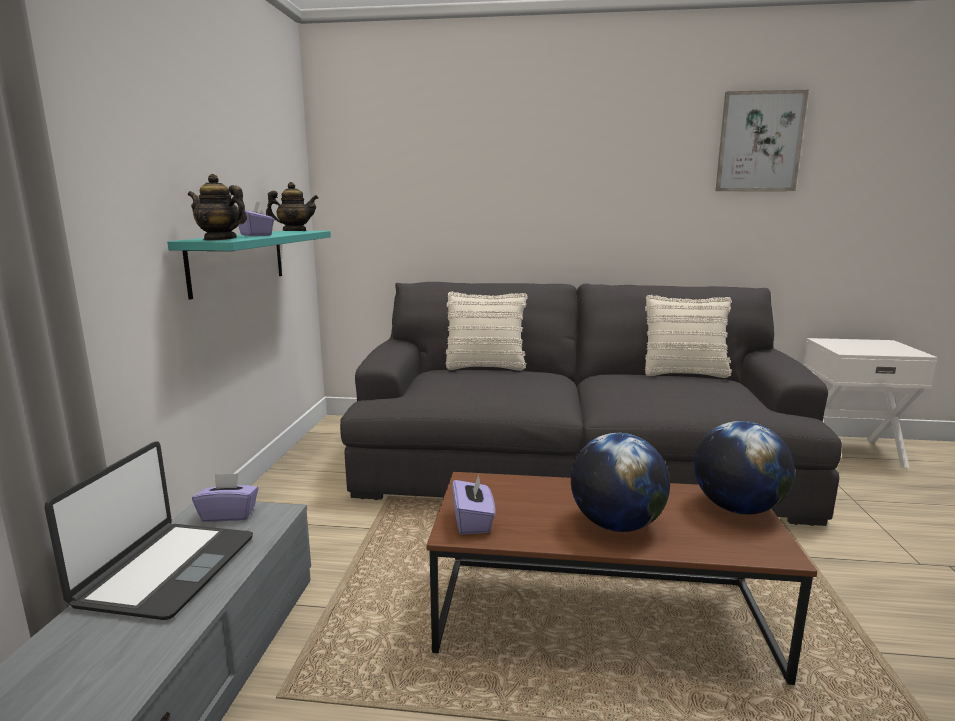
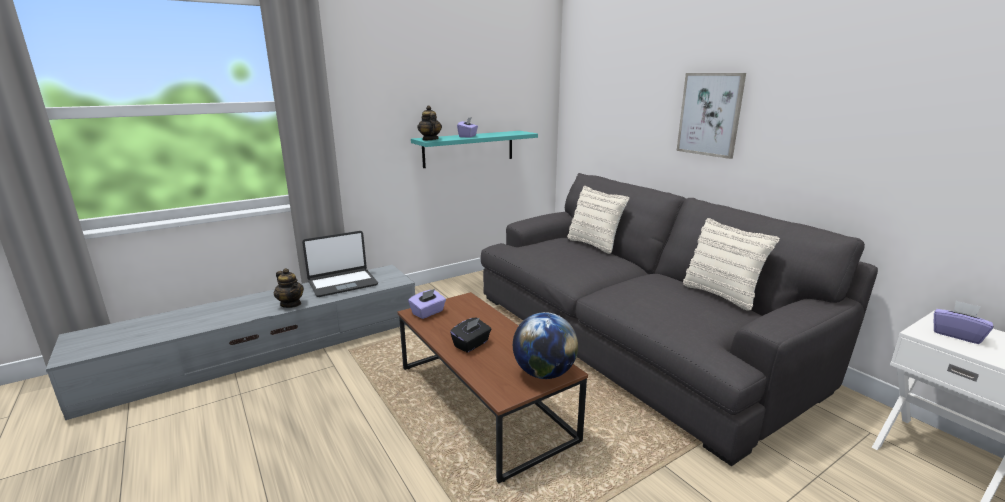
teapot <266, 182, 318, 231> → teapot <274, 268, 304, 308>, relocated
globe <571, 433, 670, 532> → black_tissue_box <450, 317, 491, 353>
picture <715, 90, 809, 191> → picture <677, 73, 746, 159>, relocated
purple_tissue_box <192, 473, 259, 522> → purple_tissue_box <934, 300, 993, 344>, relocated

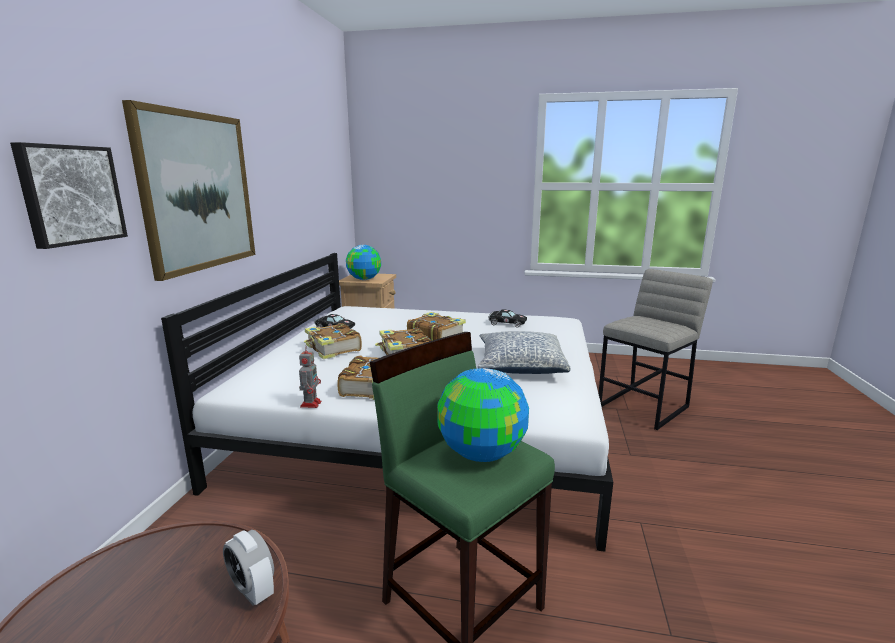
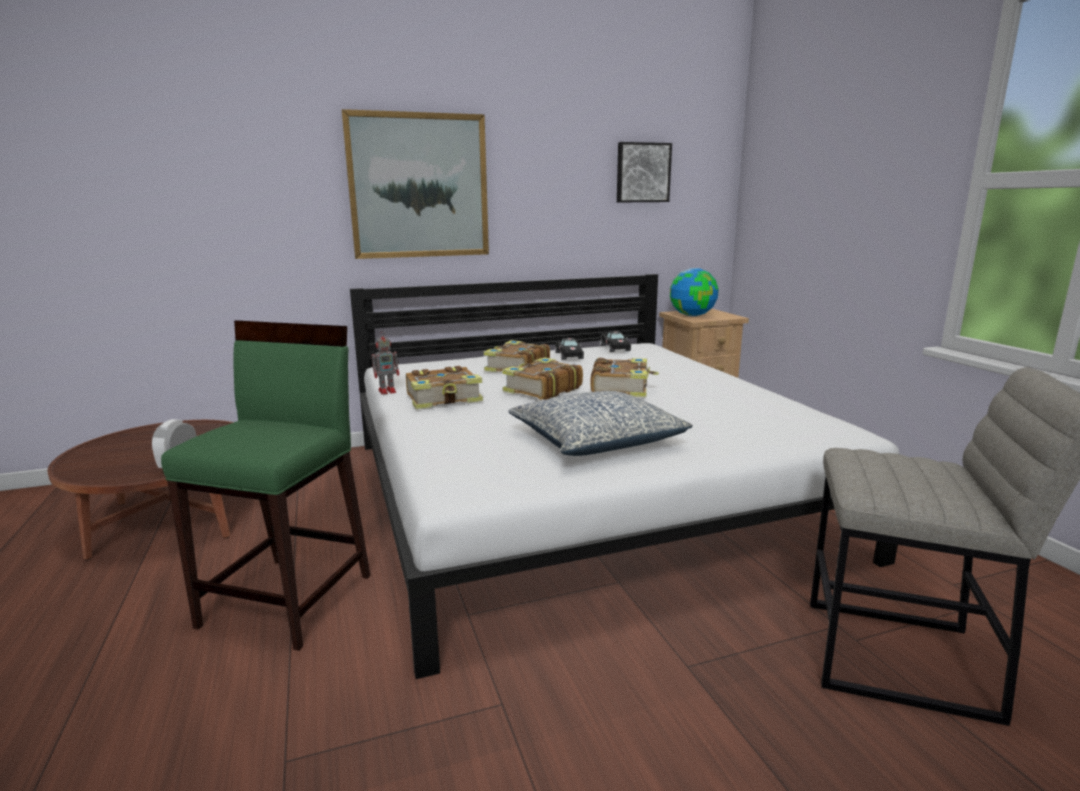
black_toy_car <489, 309, 527, 328> → black_toy_car <600, 331, 631, 352>, relocated
picture <10, 142, 128, 249> → picture <617, 142, 672, 202>, relocated
globe <437, 368, 529, 462> → -

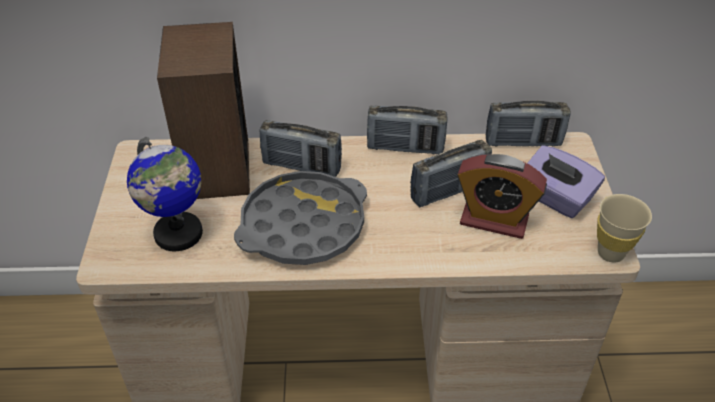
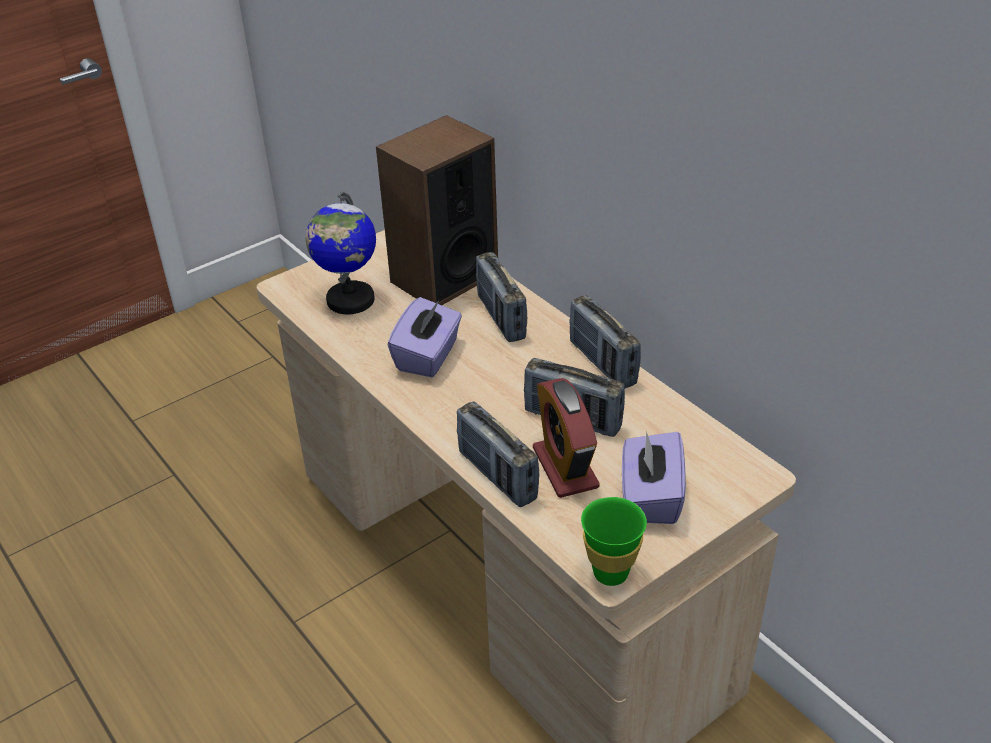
grey_tray <234, 171, 367, 265> → purple_tissue_box <388, 297, 462, 377>
radio <486, 101, 571, 147> → radio <457, 402, 539, 507>, relocated
beige_cup <597, 194, 652, 263> → green_cup <581, 497, 647, 586>

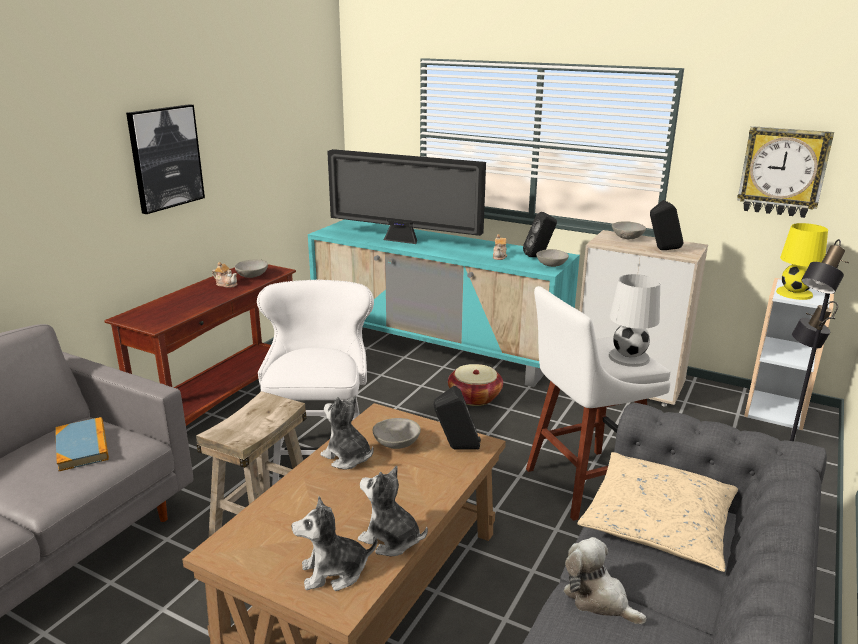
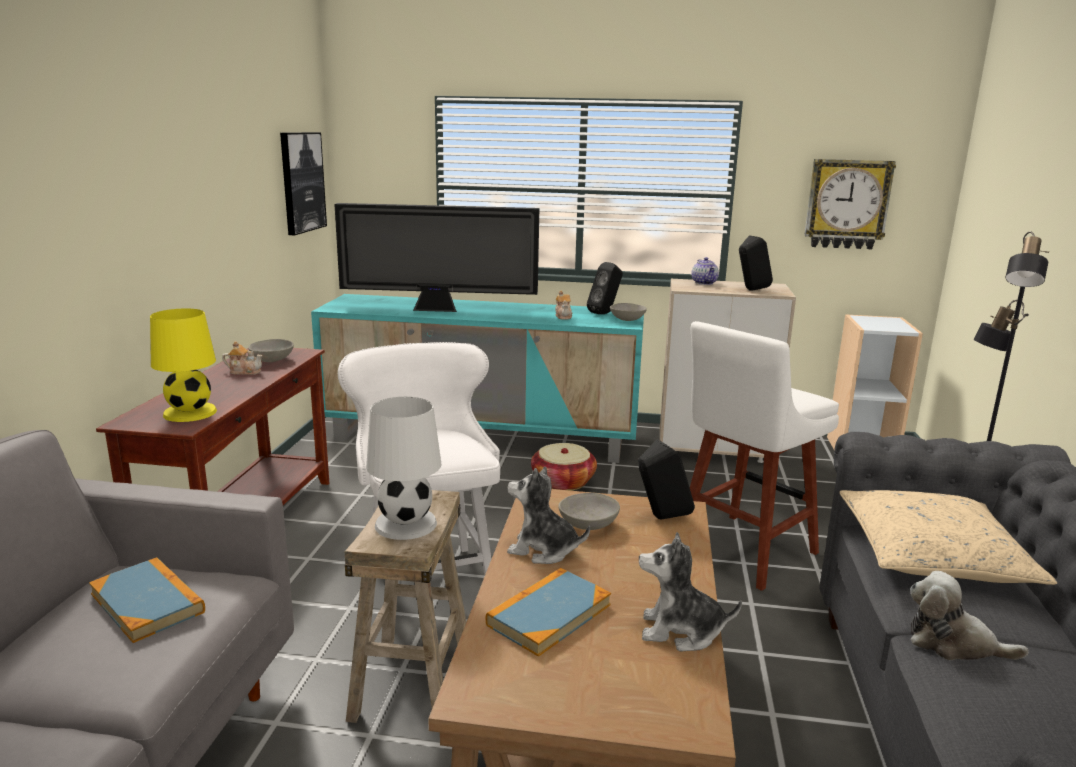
yellow_table_lamp <776, 223, 828, 300> → yellow_table_lamp <150, 308, 217, 422>, relocated
picture <126, 104, 205, 214> → picture <280, 132, 327, 235>, relocated
white_table_lamp <609, 274, 660, 367> → white_table_lamp <366, 397, 441, 540>, relocated
- → book <486, 568, 611, 657>
grey_bowl <612, 221, 646, 239> → teapot <692, 257, 719, 285>
plush_toy <291, 496, 378, 591> → -

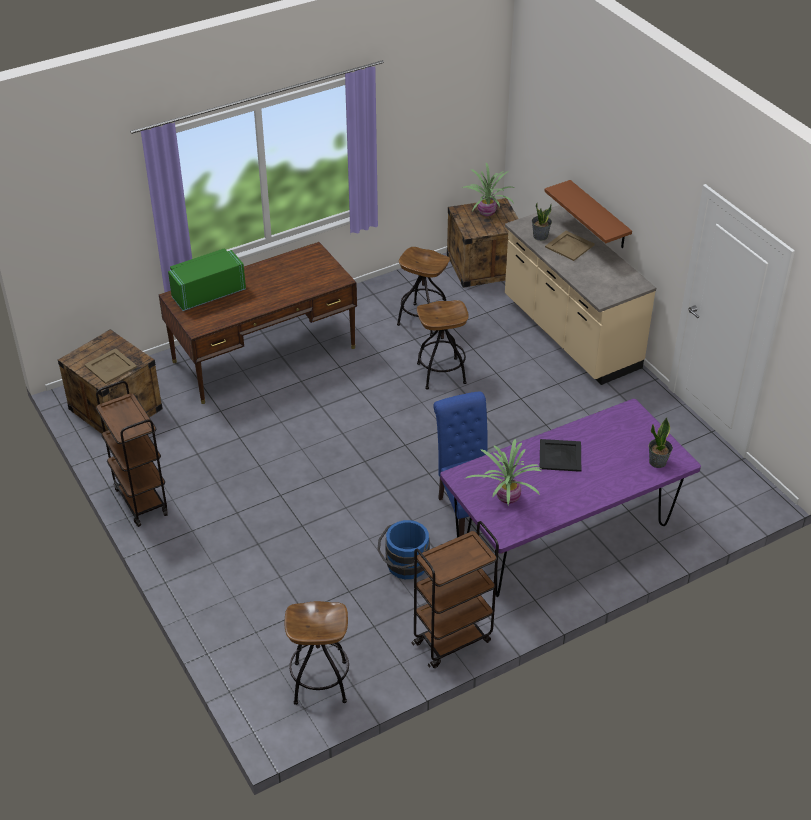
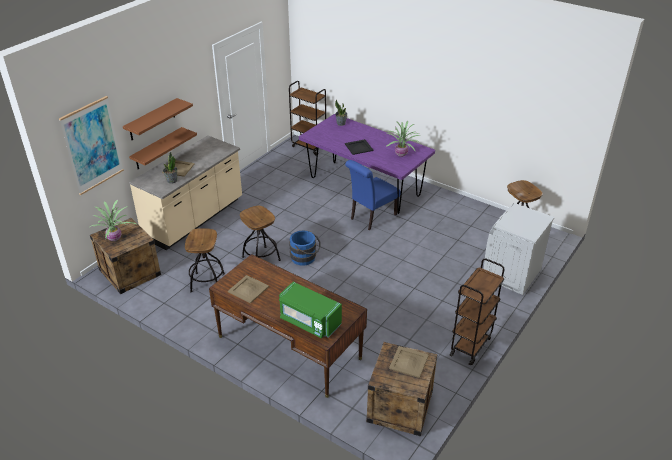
- → picture <59, 96, 124, 195>
- → brown_shelf <123, 98, 193, 140>
- → beige_tray <228, 275, 269, 303>
brown_cart <412, 521, 499, 668> → brown_cart <289, 81, 326, 156>, relocated
blue_bucket <377, 520, 430, 579> → blue_bucket <289, 231, 321, 266>, relocated
- → white_washing_machine <484, 203, 555, 295>

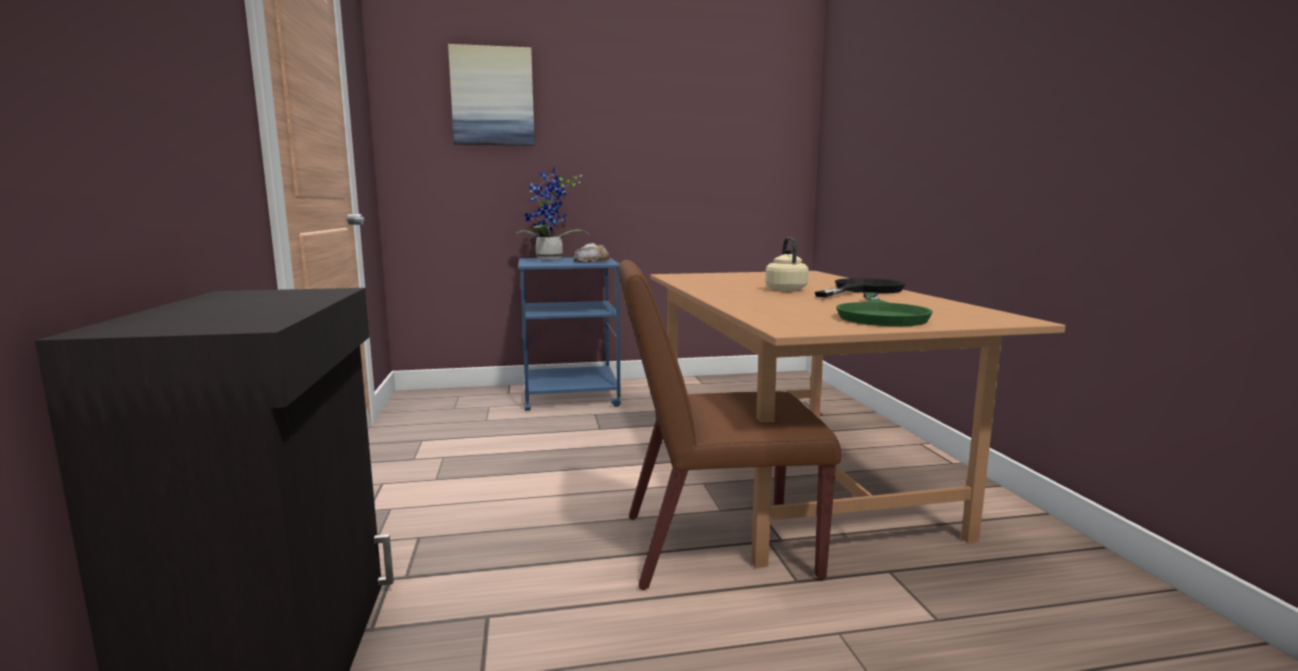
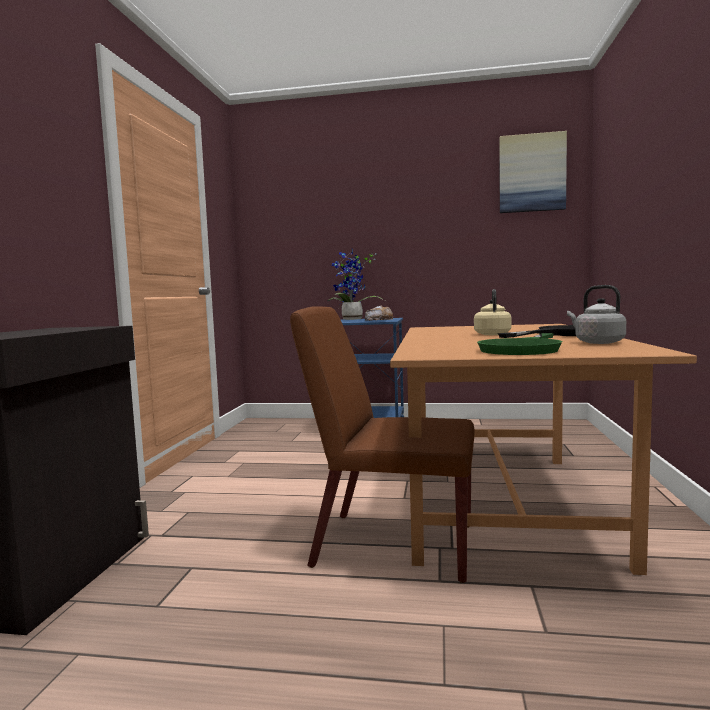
picture <448, 44, 535, 146> → picture <499, 131, 567, 213>, relocated
- → grey_kettle <567, 285, 626, 344>

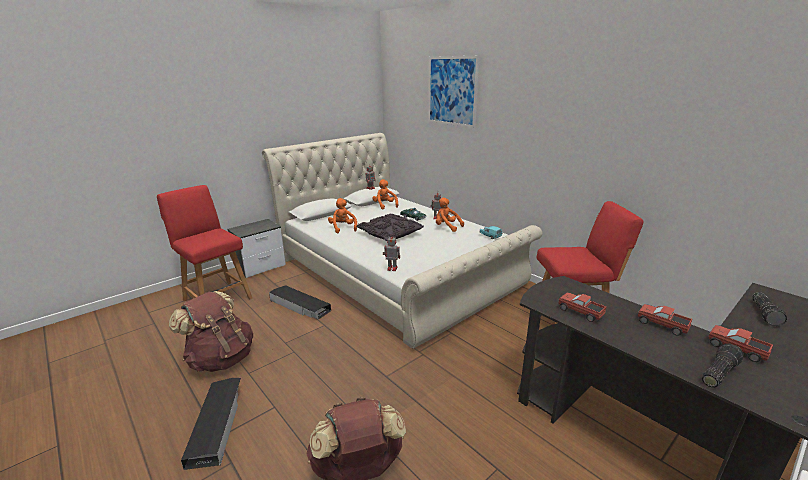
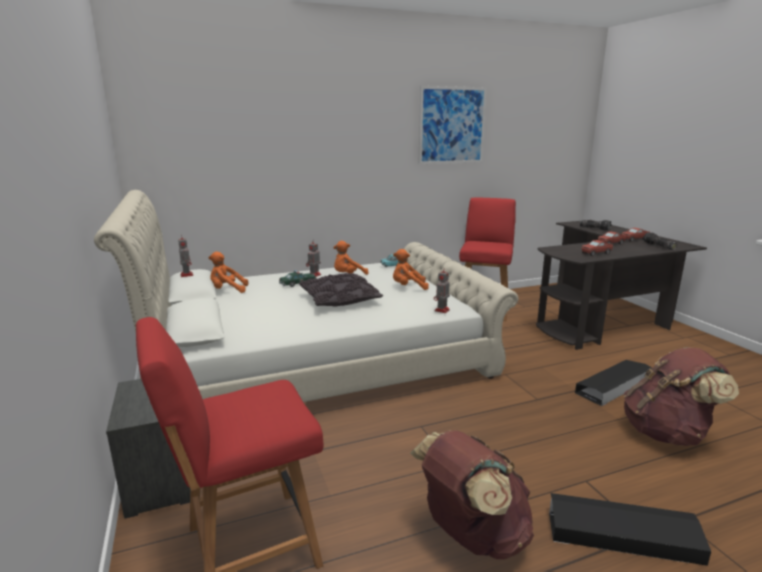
orange_plush_toy <328, 198, 357, 233> → orange_plush_toy <393, 249, 429, 290>, relocated
picture <428, 56, 479, 128> → picture <418, 86, 487, 164>, relocated
black_storage_box <269, 285, 331, 319> → black_storage_box <575, 360, 652, 406>, relocated

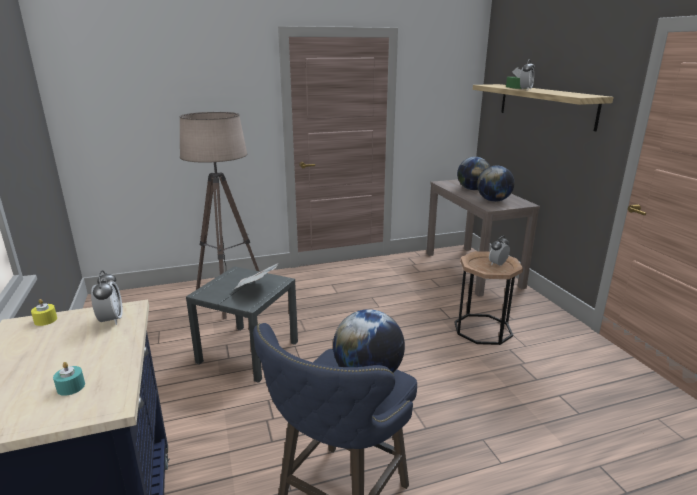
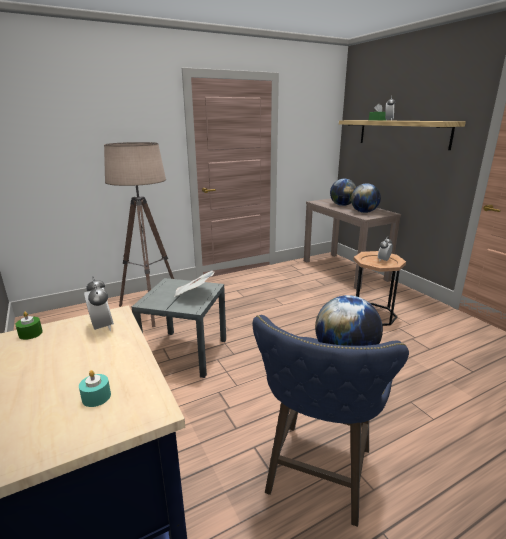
yellow_candle <31, 299, 57, 326> → green_candle <15, 312, 43, 340>

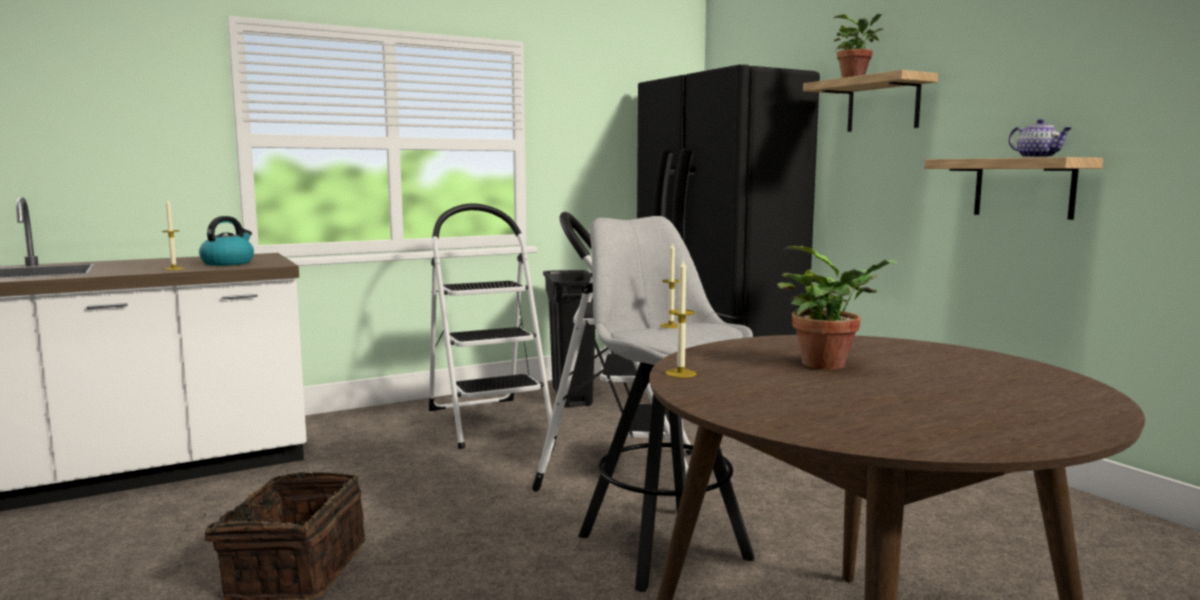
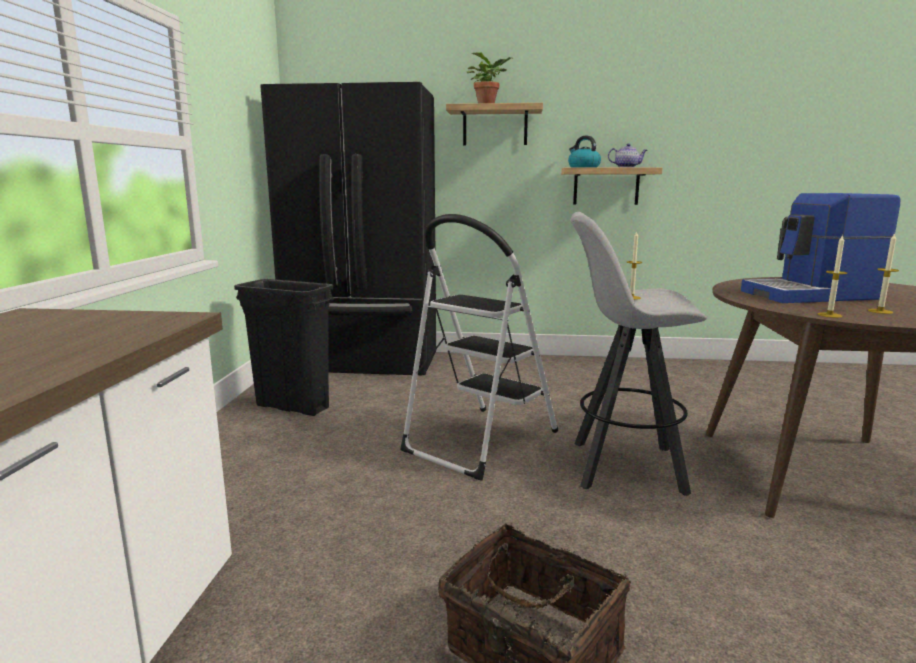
kettle <199, 216, 254, 266> → kettle <568, 136, 601, 168>, relocated
potted_plant <777, 246, 898, 370> → coffee_machine <741, 193, 900, 303>
candle <162, 200, 185, 270> → candle <868, 233, 899, 314>, relocated
step_ladder <429, 203, 552, 449> → -

